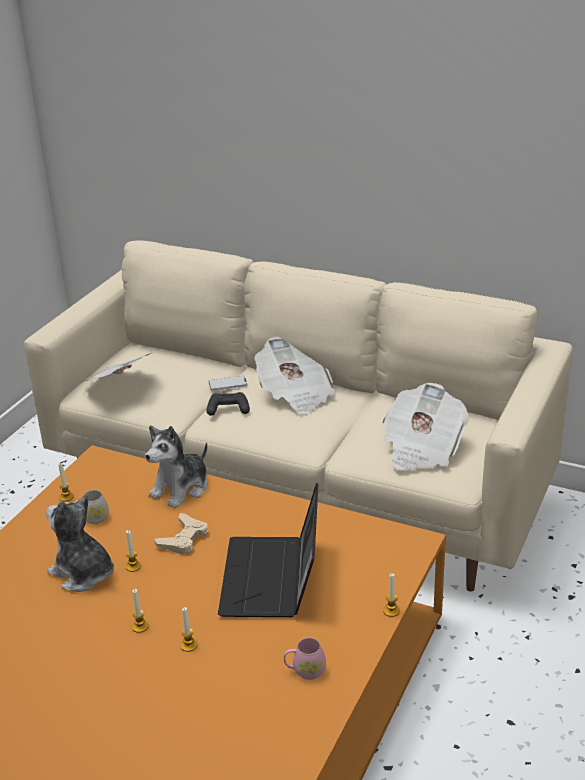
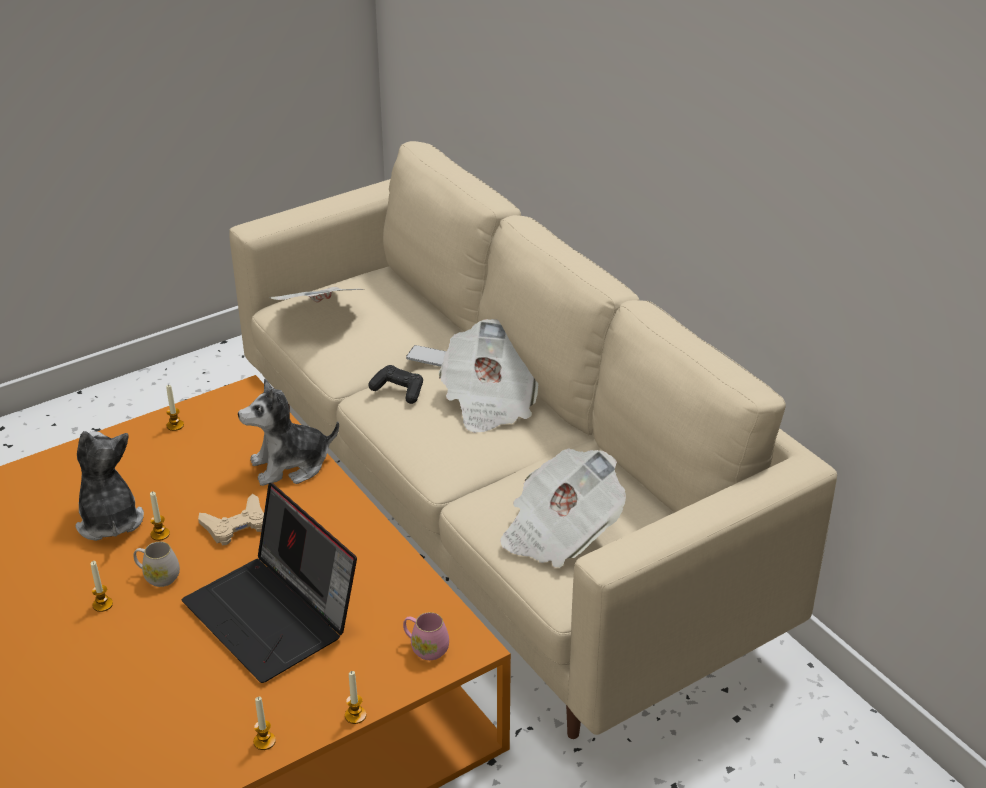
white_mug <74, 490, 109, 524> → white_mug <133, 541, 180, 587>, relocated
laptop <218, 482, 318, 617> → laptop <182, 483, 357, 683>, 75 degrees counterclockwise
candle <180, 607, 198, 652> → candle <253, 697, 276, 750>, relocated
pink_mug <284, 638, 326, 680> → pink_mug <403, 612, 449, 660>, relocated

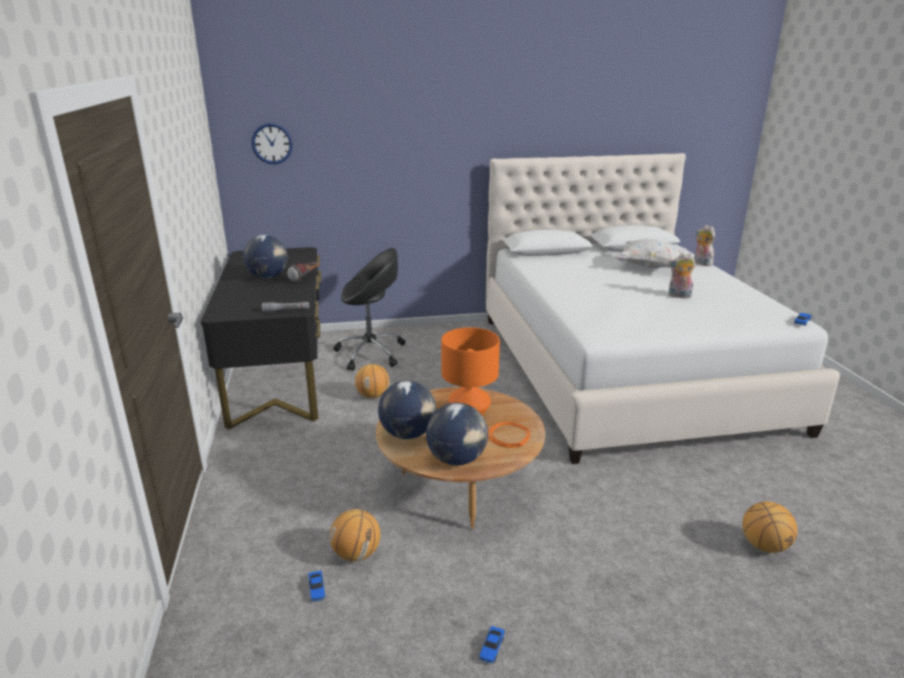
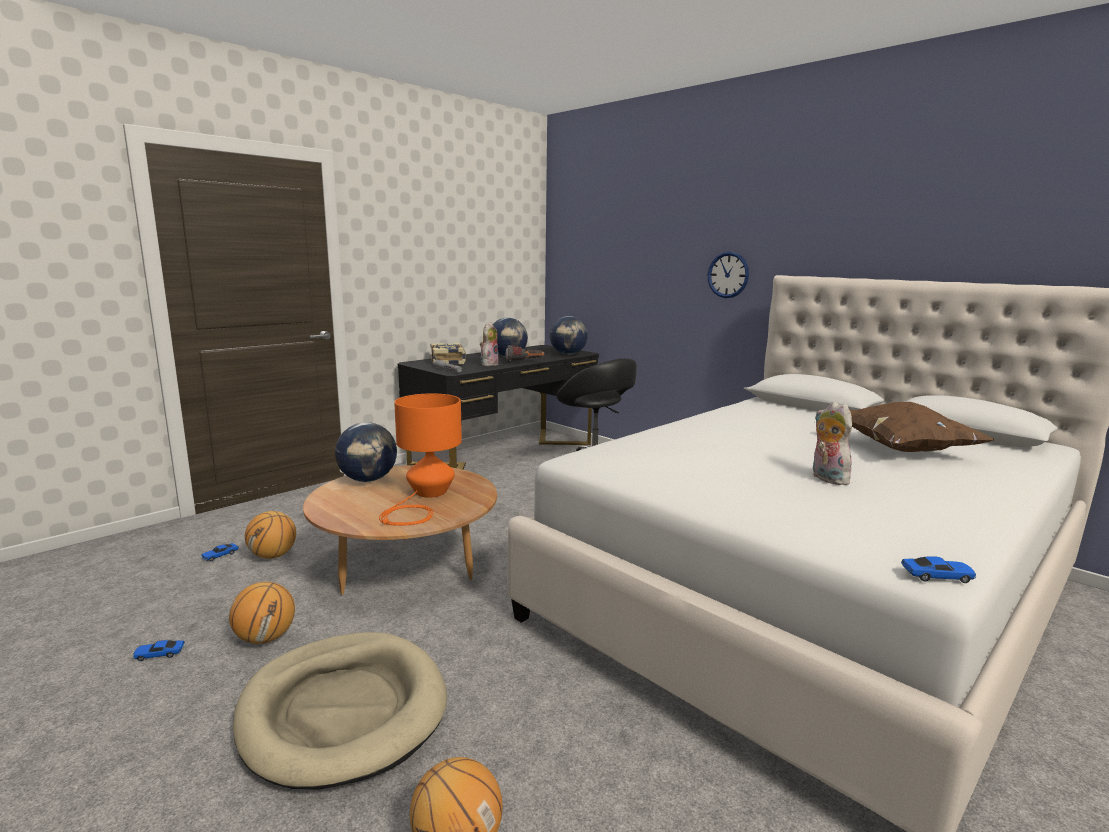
basketball <355, 364, 390, 398> → basketball <229, 581, 295, 644>, relocated
- → beige_dog_bed <233, 632, 447, 790>
- → book <430, 343, 466, 364>
plush_toy <694, 225, 715, 266> → plush_toy <480, 322, 499, 366>, relocated
globe <426, 403, 488, 466> → globe <550, 316, 588, 355>, relocated
wall_clock <252, 123, 293, 165> → wall_clock <708, 252, 749, 298>, relocated
white_pillow <614, 239, 687, 268> → brown_pillow <850, 402, 994, 452>

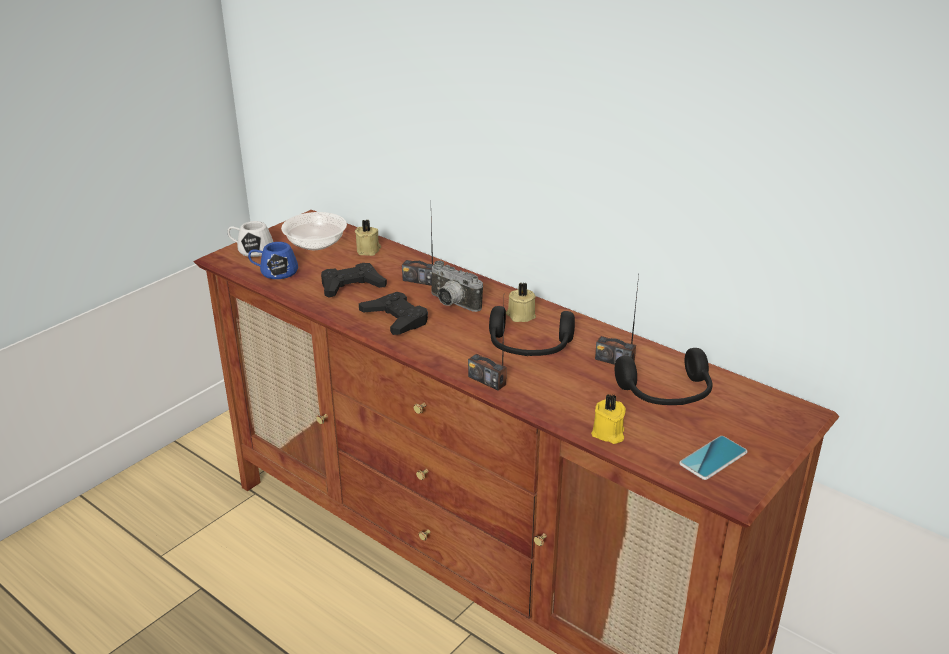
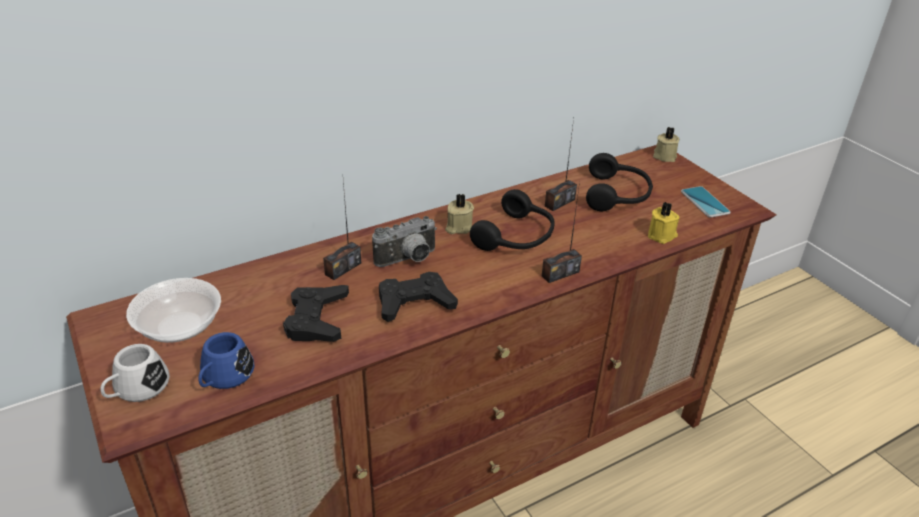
beige_candle <355, 219, 381, 256> → beige_candle <653, 127, 679, 162>, relocated

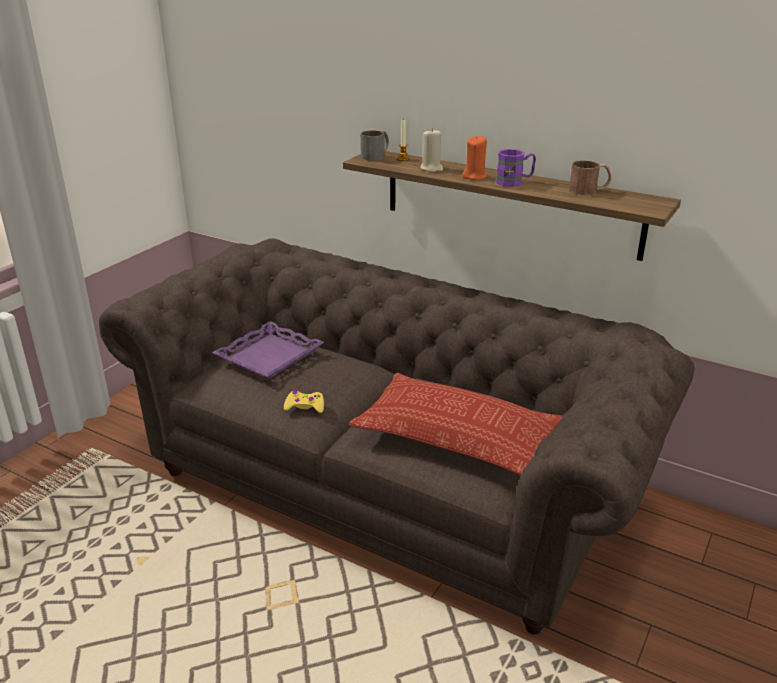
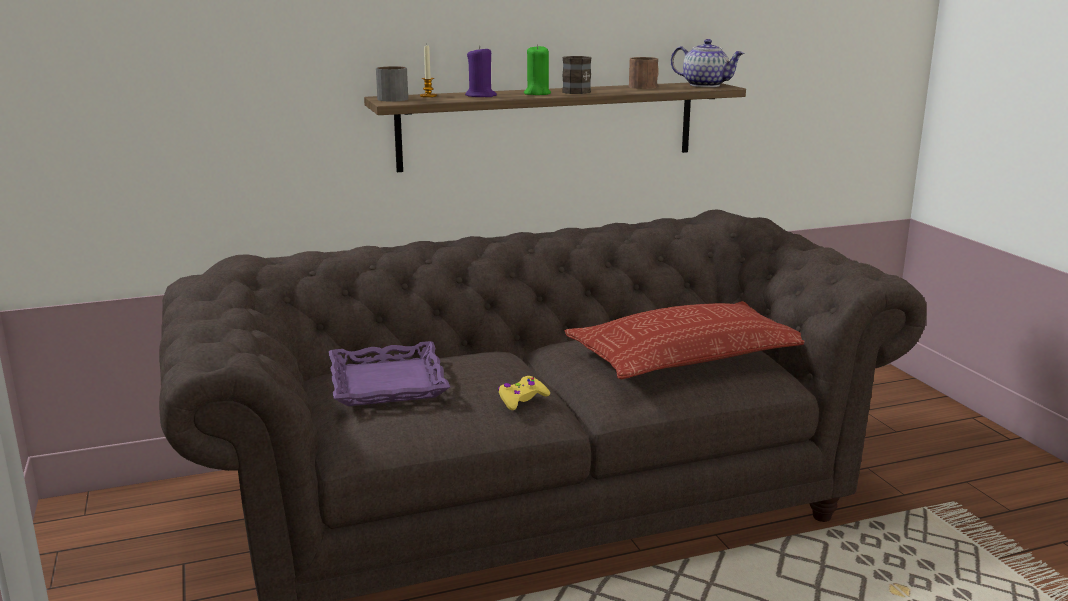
beige_candle <420, 128, 443, 172> → purple_candle <465, 46, 497, 97>
orange_candle <462, 136, 487, 180> → green_candle <524, 44, 551, 95>
purple_mug <496, 149, 536, 187> → brown_mug <562, 56, 592, 94>
- → teapot <671, 39, 745, 87>

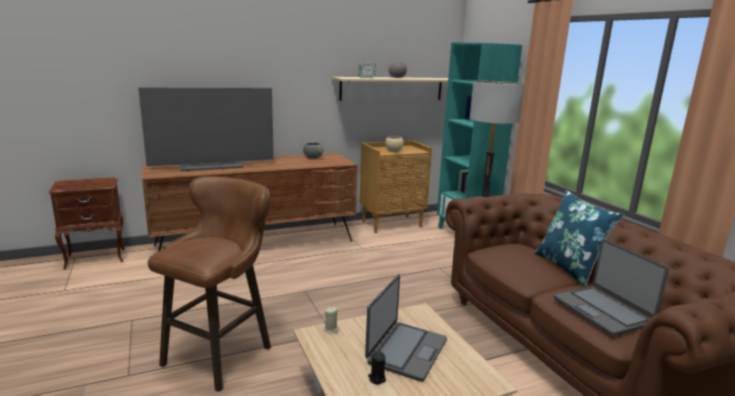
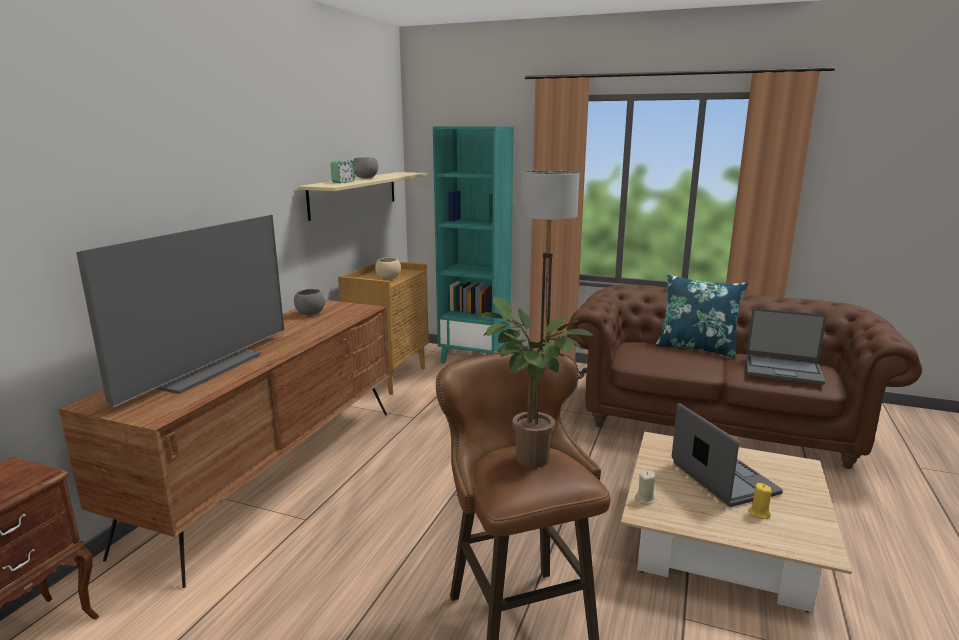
- → potted_plant <477, 297, 593, 468>
black_candle <368, 351, 386, 384> → yellow_candle <748, 483, 772, 519>

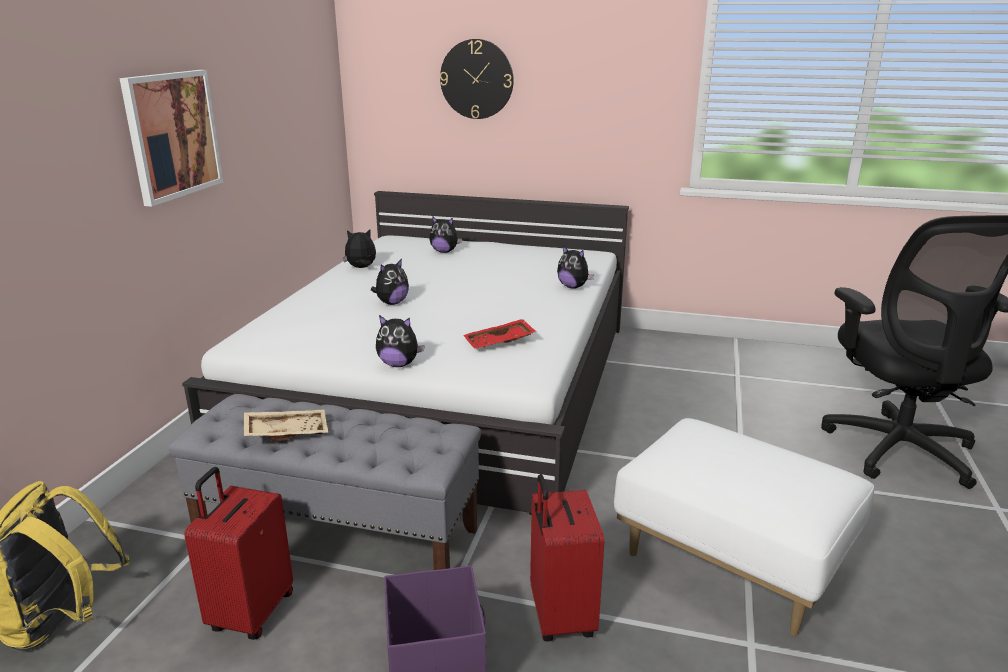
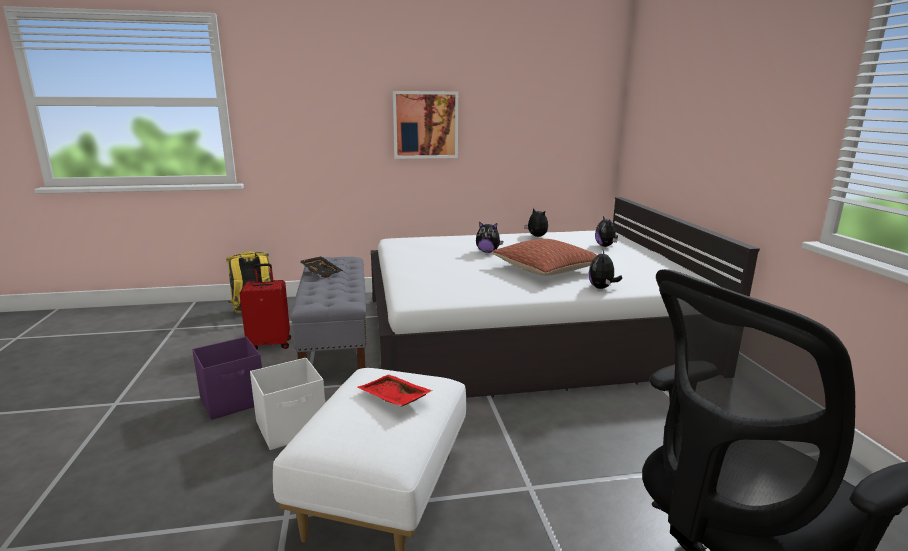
red_suitcase <530, 474, 604, 641> → white_storage_box <250, 358, 325, 450>
beige_tray <244, 410, 328, 441> → black_tray <299, 256, 343, 278>
red_tray <463, 319, 536, 348> → red_tray <358, 374, 432, 406>, relocated
- → pillow <492, 239, 597, 276>
plush_toy <376, 315, 425, 367> → -
wall_clock <440, 39, 514, 119> → -

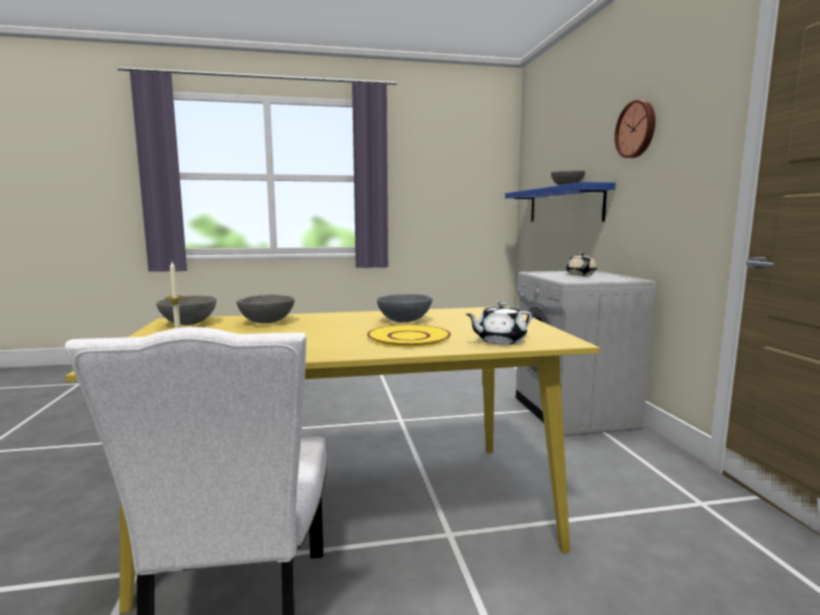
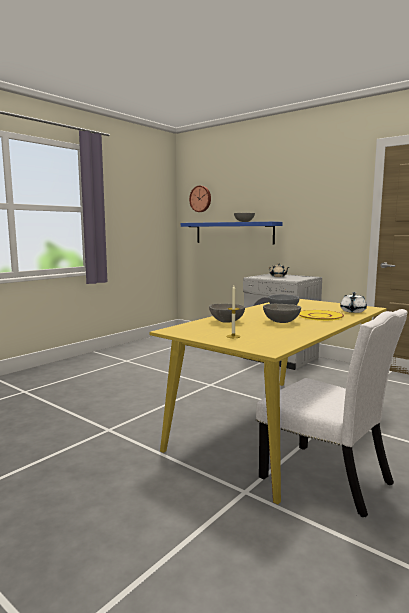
wall_clock <615, 100, 655, 158> → wall_clock <189, 186, 211, 212>, relocated
grey_bowl <156, 296, 217, 325> → grey_bowl <263, 304, 301, 323>, relocated

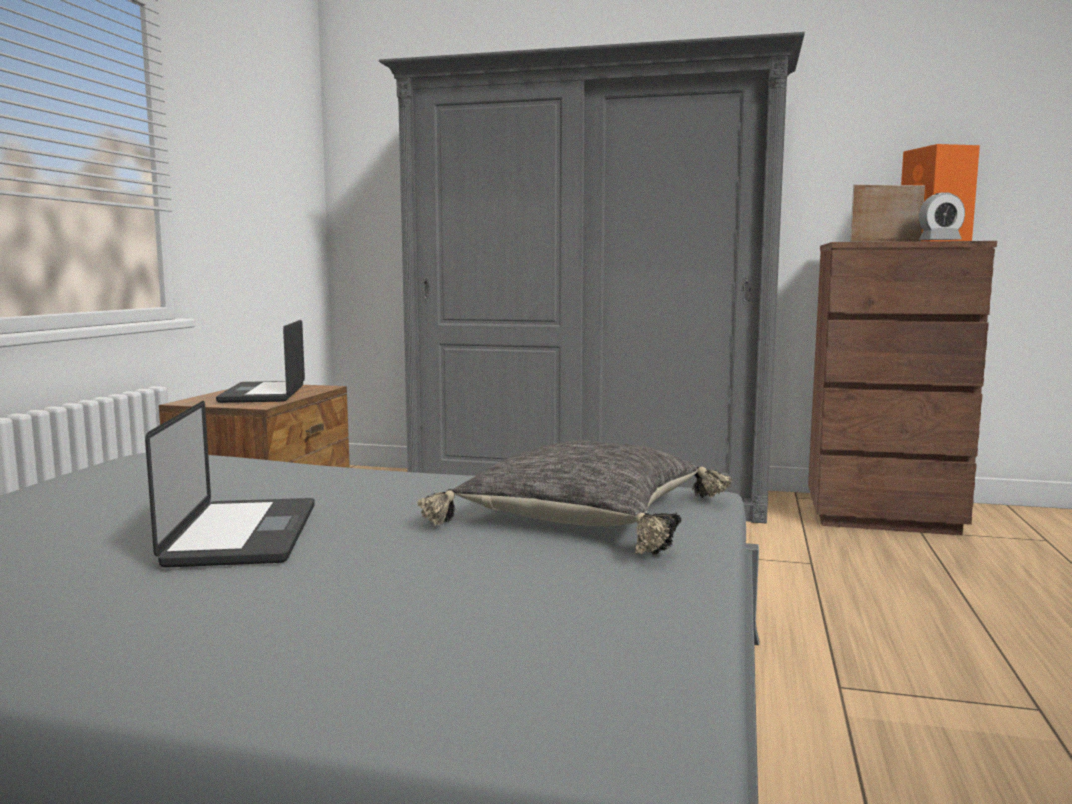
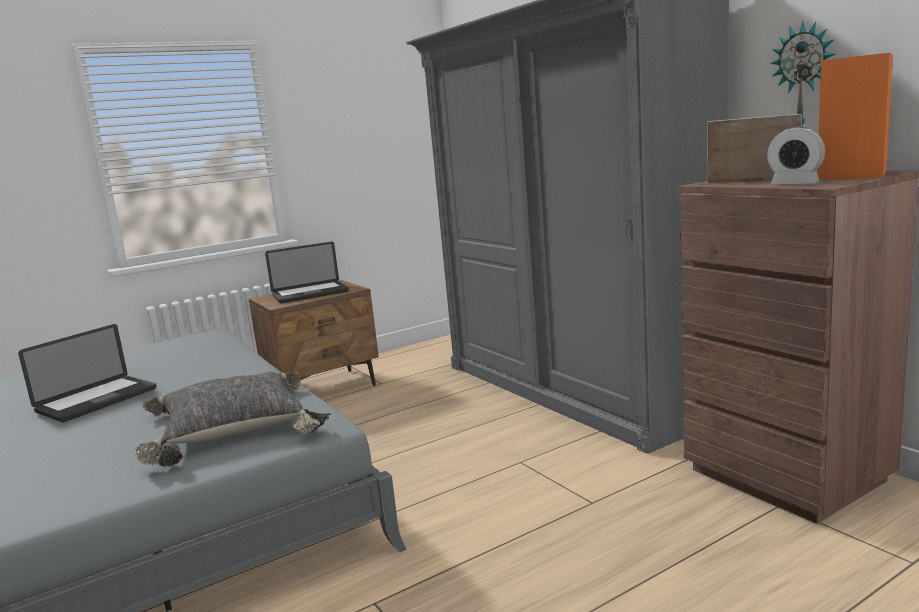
laptop <216, 320, 305, 403> → laptop <265, 242, 349, 303>, 150 degrees counterclockwise
- → wall_clock <770, 22, 836, 125>

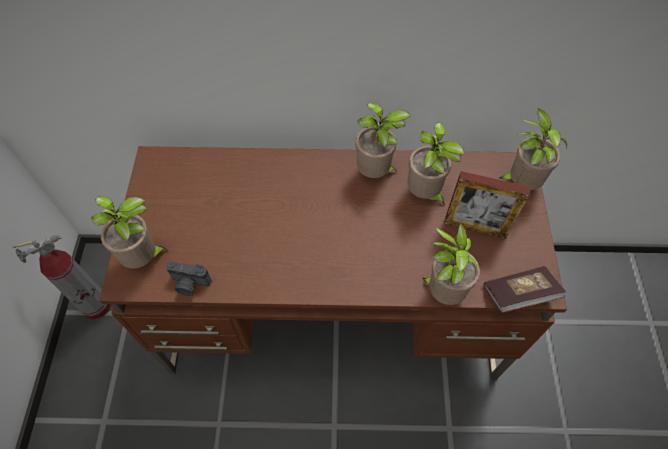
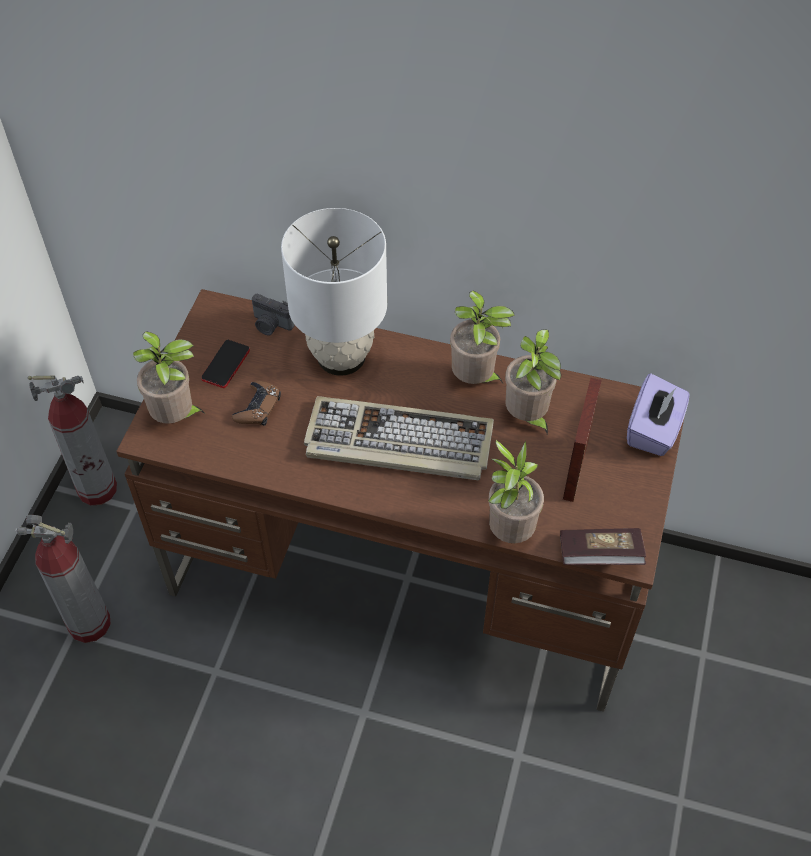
- → fire_extinguisher <15, 515, 110, 643>
- → phone <201, 340, 250, 388>
- → brown_game_controller <232, 381, 281, 426>
photo_camera <166, 261, 211, 296> → photo_camera <252, 294, 295, 335>, relocated
- → white_table_lamp <281, 208, 387, 376>
- → keyboard <304, 396, 494, 481>
picture_frame <444, 171, 531, 239> → picture_frame <563, 378, 602, 502>, 75 degrees clockwise
potted_plant <499, 109, 567, 190> → purple_tissue_box <627, 373, 690, 456>

